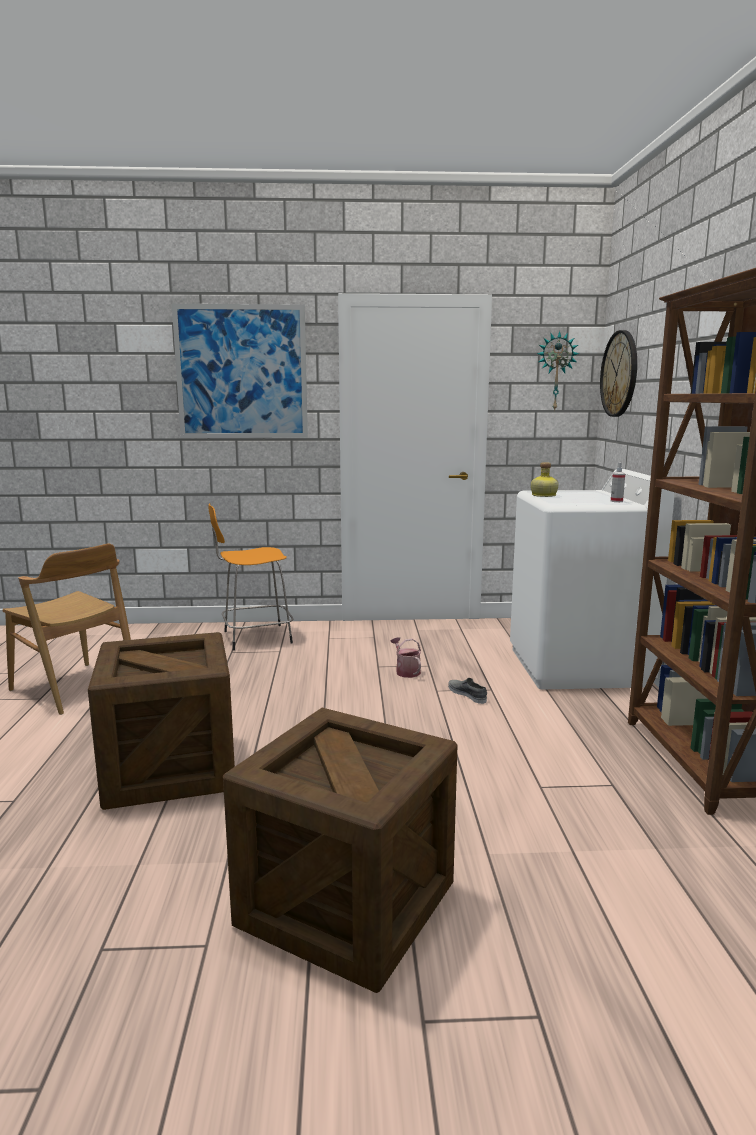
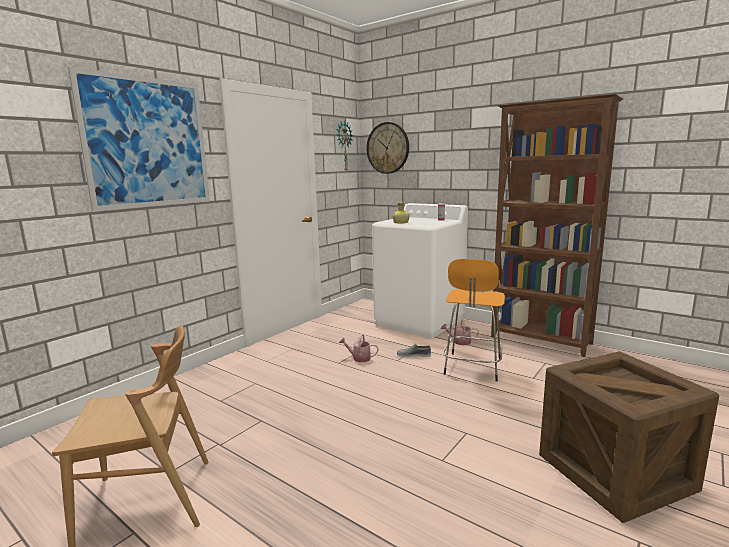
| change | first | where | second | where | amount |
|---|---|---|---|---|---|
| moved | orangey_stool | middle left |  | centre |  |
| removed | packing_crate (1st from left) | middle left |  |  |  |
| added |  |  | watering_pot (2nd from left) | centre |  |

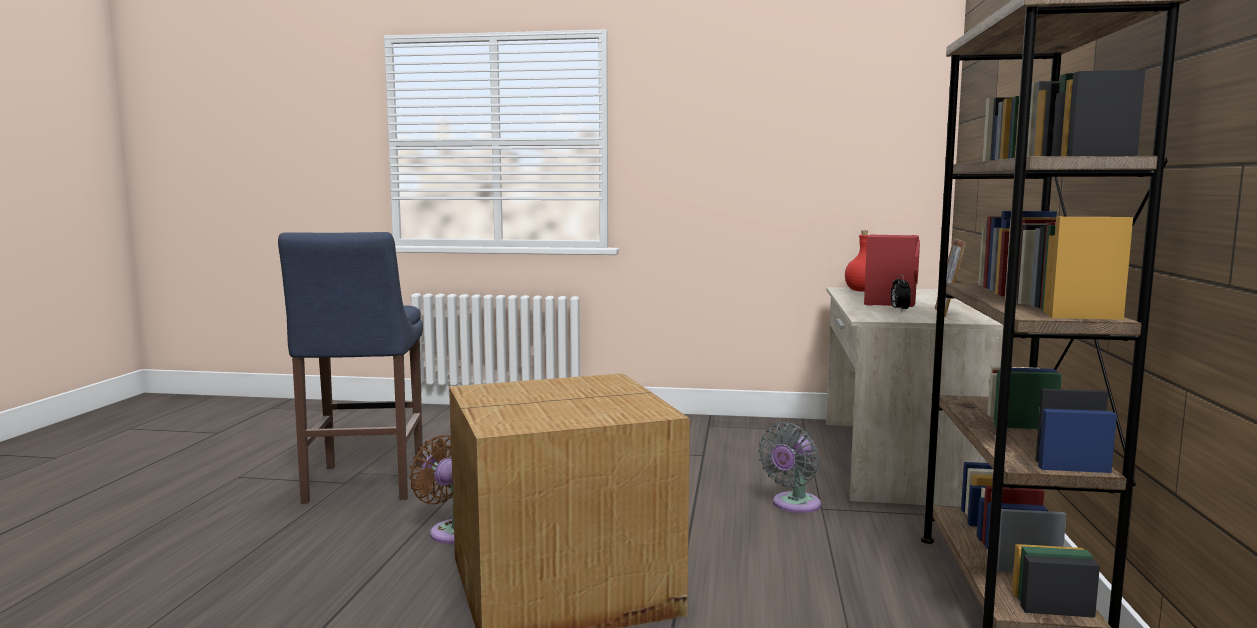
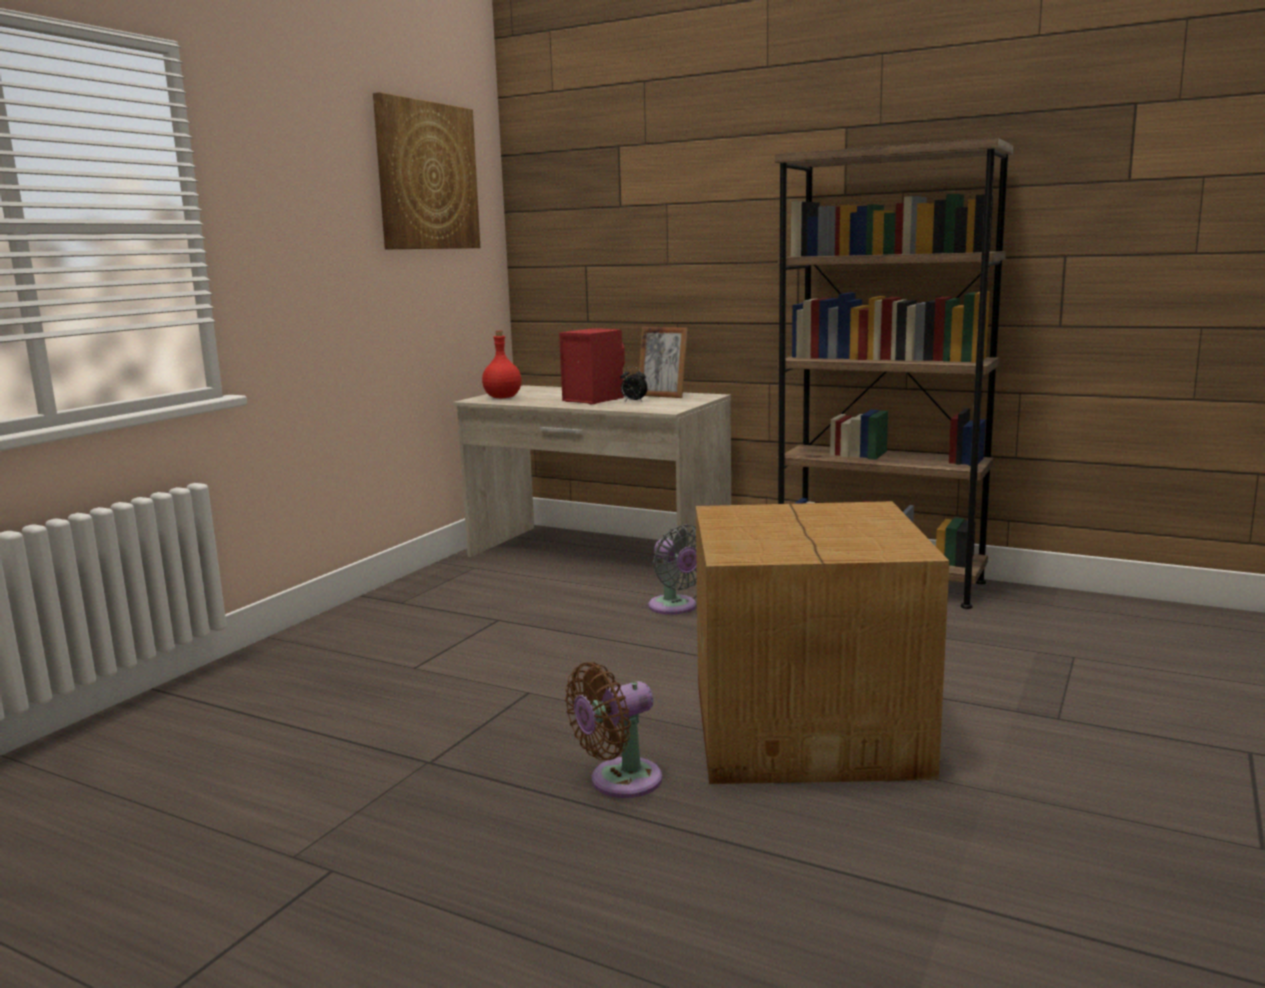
| change | first | where | second | where | amount |
|---|---|---|---|---|---|
| removed | bluish_stool | middle left |  |  |  |
| added |  |  | wall_art | top centre |  |

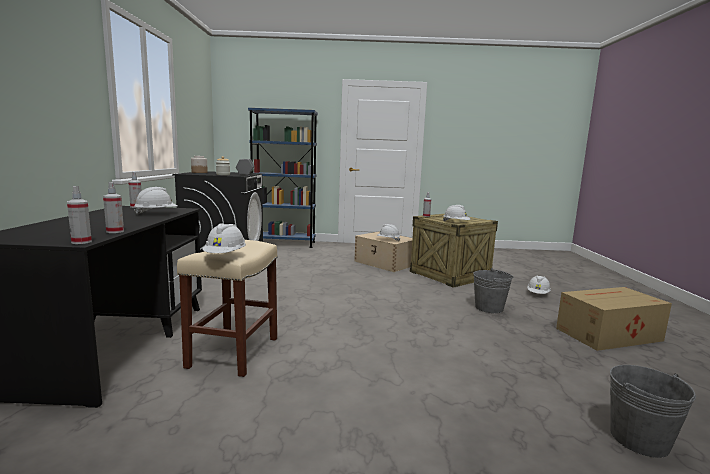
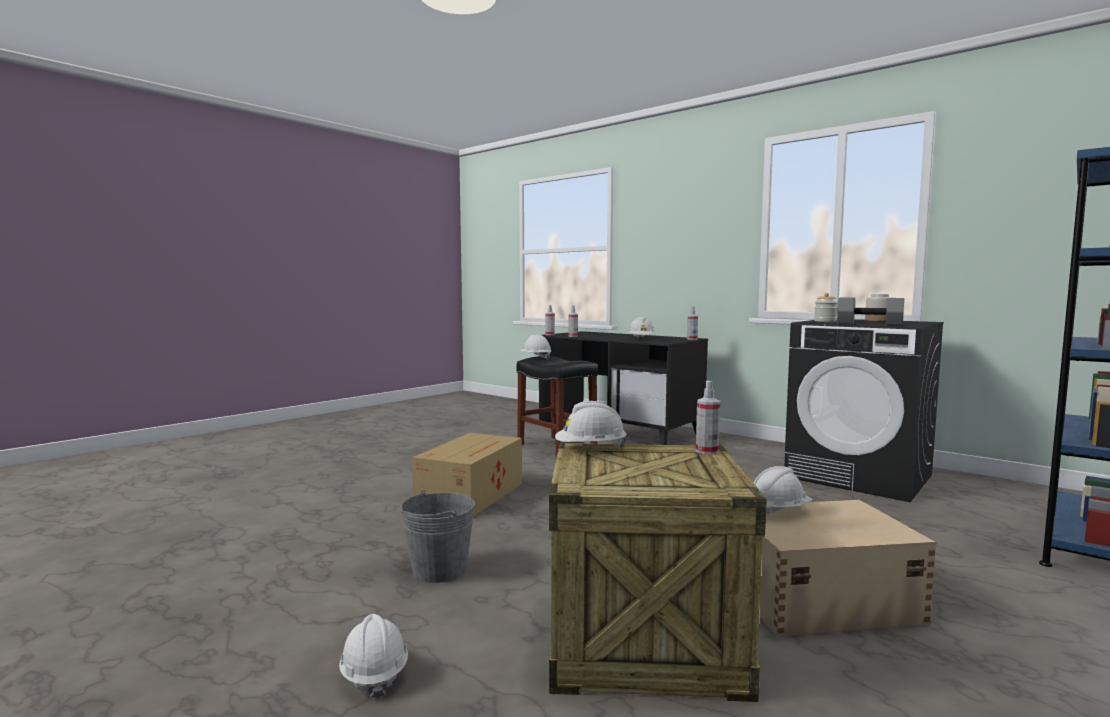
| change | first | where | second | where | amount |
|---|---|---|---|---|---|
| recoloured | sand-coloured_stool | middle left | black-coloured_stool | centre |  |
| moved | carton | bottom right |  | centre |  |
| removed | greyish_bucket (2nd from left) | bottom right |  |  |  |

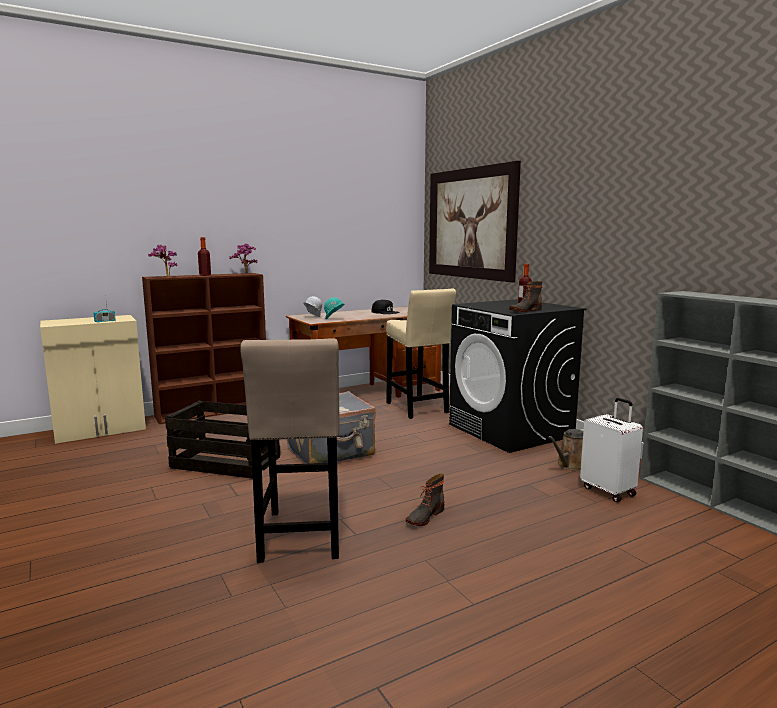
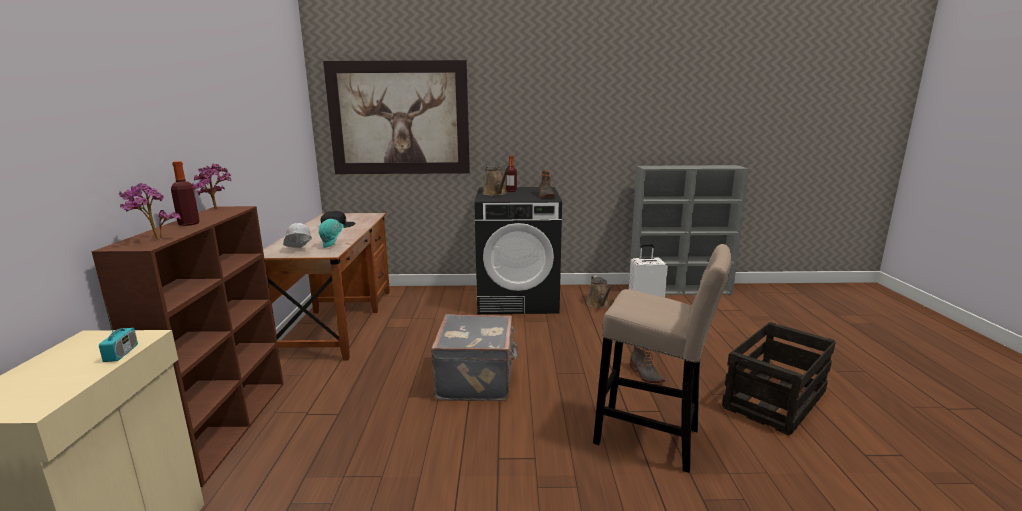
| change | first | where | second | where | amount |
|---|---|---|---|---|---|
| removed | sand-coloured_stool (2nd from left) | centre |  |  |  |
| moved | packing_crate | middle left |  | bottom right |  |
| added |  |  | brown-coloured_watering_pot (1st from left) | centre |  |

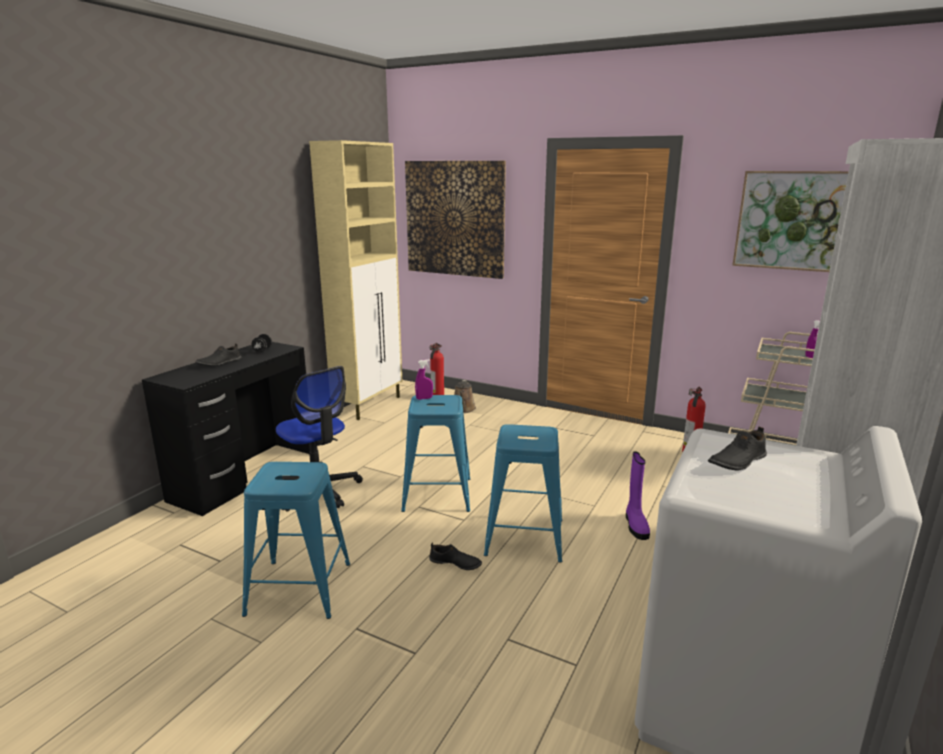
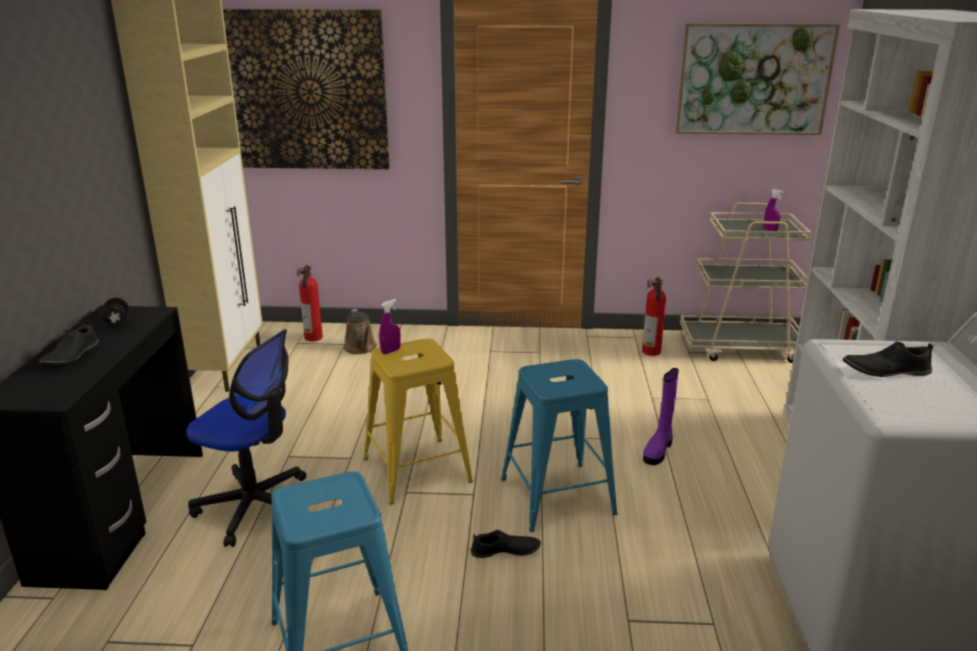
| change | first | where | second | where | amount |
|---|---|---|---|---|---|
| recoloured | bluish_stool (2nd from left) | centre | yellow_stool | centre |  |
| turned | black-coloured_shoe (3rd from left) | middle right |  | middle right | 60 degrees clockwise |
| turned | purplish_boot | middle right |  | middle right | 60 degrees clockwise |

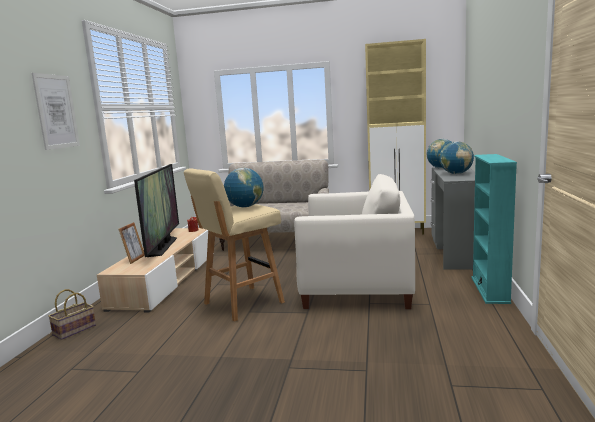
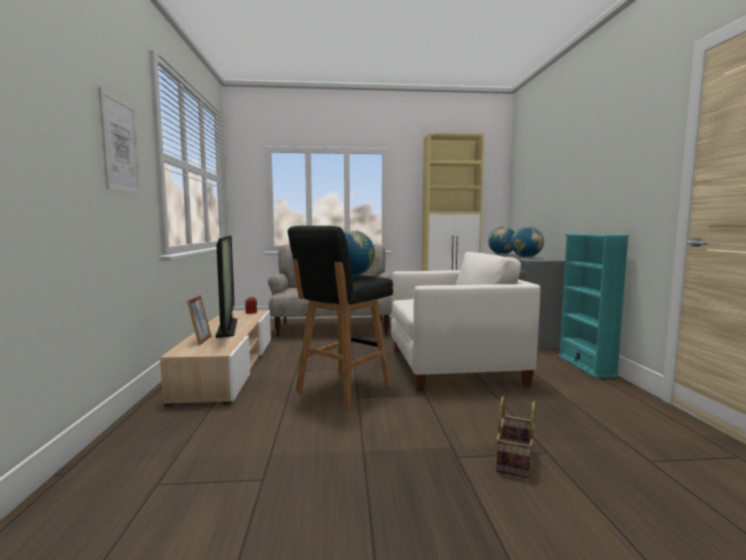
| change | first | where | second | where | amount |
|---|---|---|---|---|---|
| recoloured | sand-coloured_stool | centre | black-coloured_stool | centre |  |
| moved | household_basket | bottom left |  | bottom right |  |

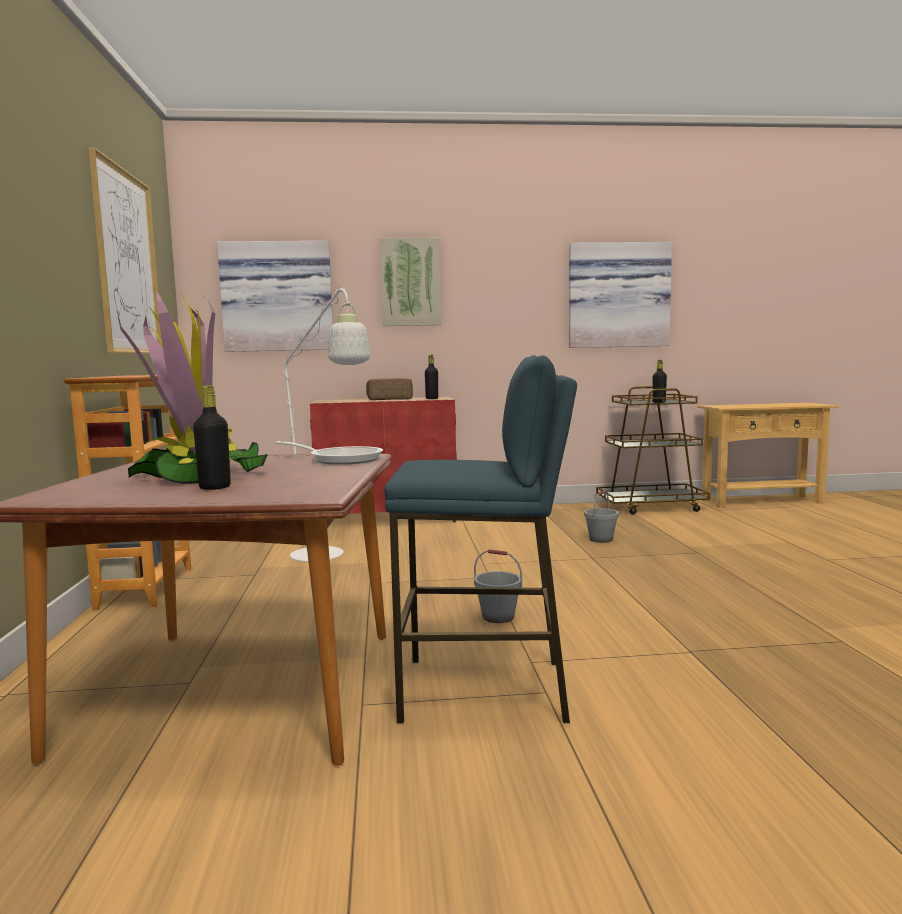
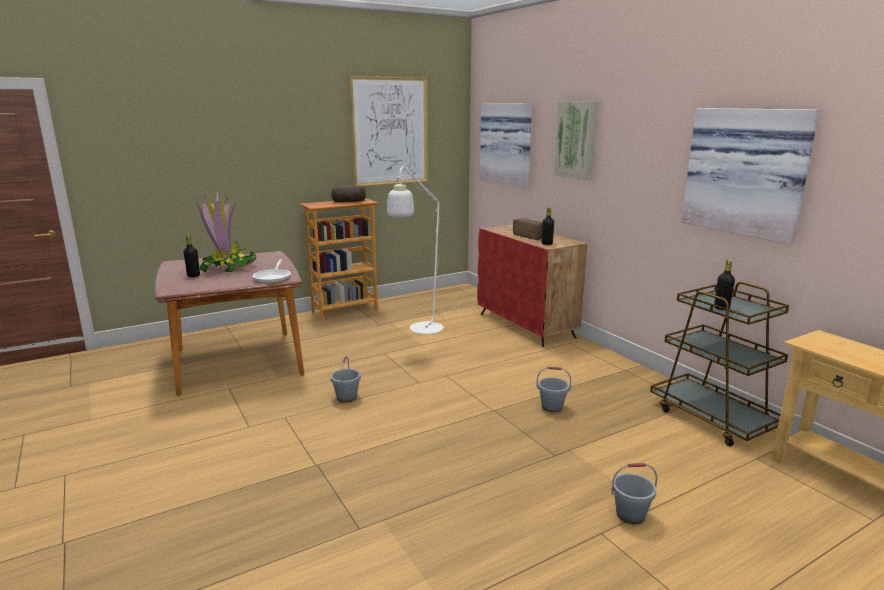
| change | first | where | second | where | amount |
|---|---|---|---|---|---|
| removed | bluish_stool | centre |  |  |  |
| added |  |  | bread (1st from left) | top centre |  |
| added |  |  | greyish_bucket (3rd from left) | bottom right |  |

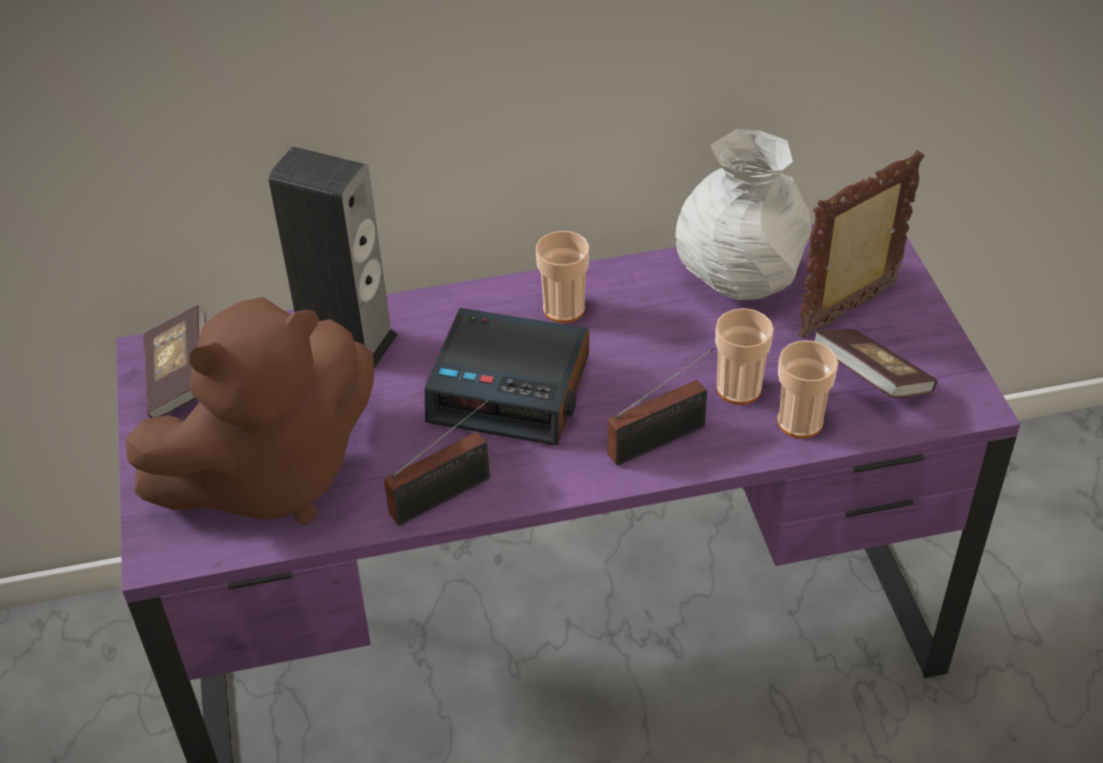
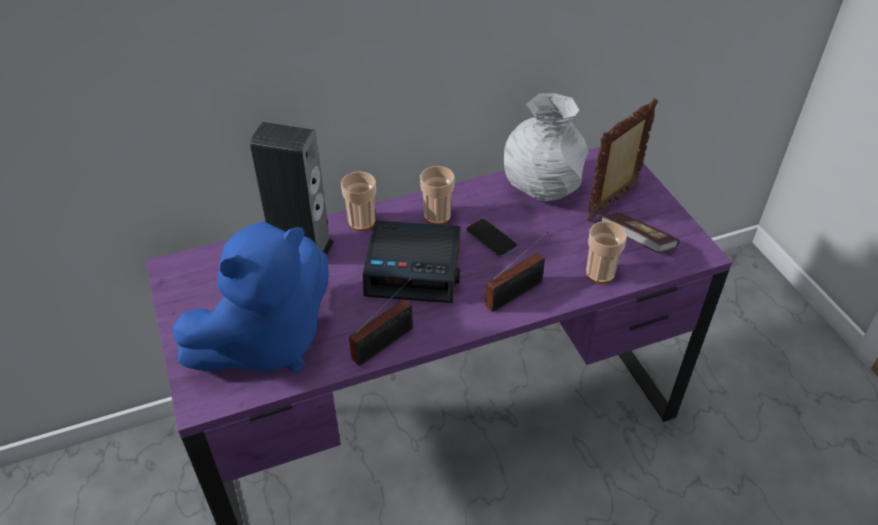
| change | first | where | second | where | amount |
|---|---|---|---|---|---|
| recoloured | brown-coloured_soft_toy | middle left | bluish_soft_toy | middle left |  |
| removed | book (1st from left) | middle left |  |  |  |
| moved | small_cup (2nd from left in the first image) | middle right | small_cup (1st from left) | centre |  |
| added |  |  | telephone | centre |  |

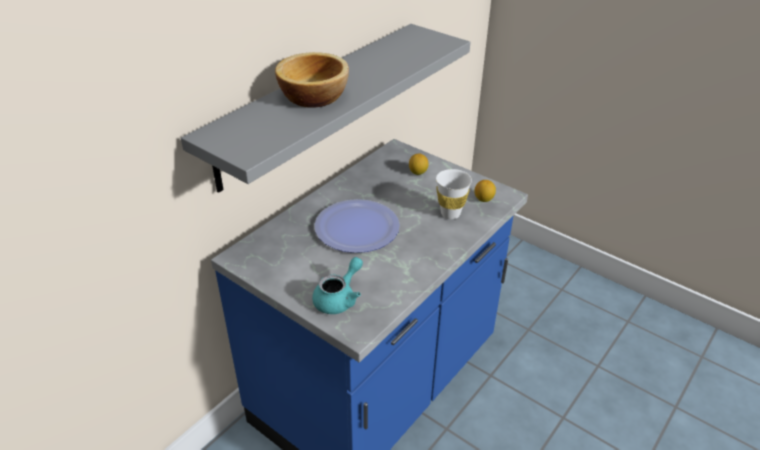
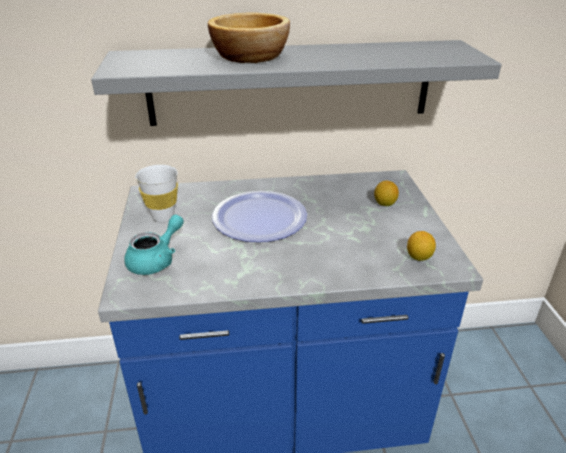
| change | first | where | second | where | amount |
|---|---|---|---|---|---|
| moved | white-coloured_small_cup | centre |  | middle left |  |
| turned | turquoise_pot_for_tea | centre |  | middle left | 45 degrees counterclockwise |

